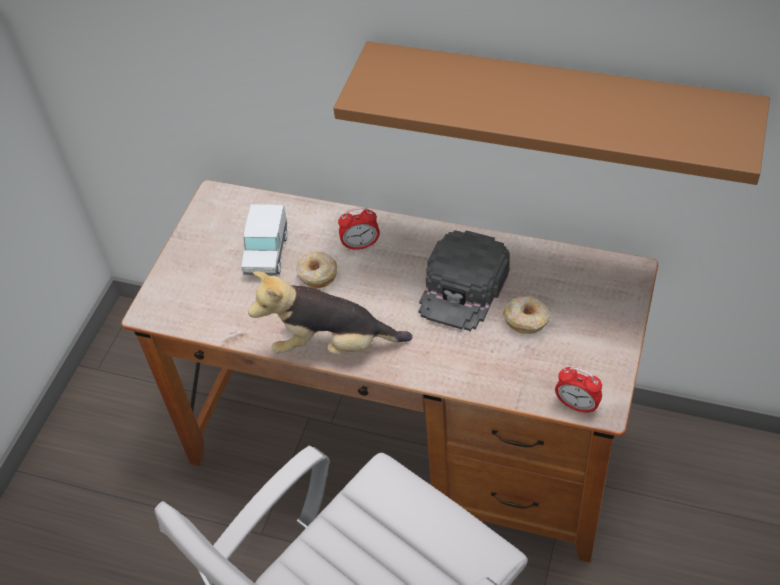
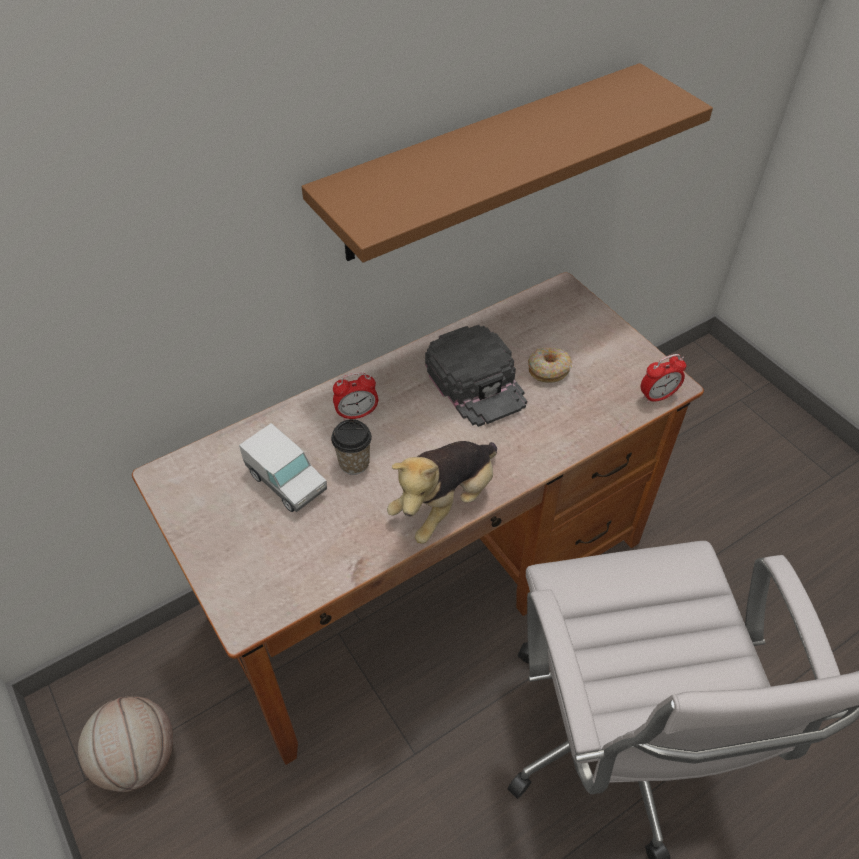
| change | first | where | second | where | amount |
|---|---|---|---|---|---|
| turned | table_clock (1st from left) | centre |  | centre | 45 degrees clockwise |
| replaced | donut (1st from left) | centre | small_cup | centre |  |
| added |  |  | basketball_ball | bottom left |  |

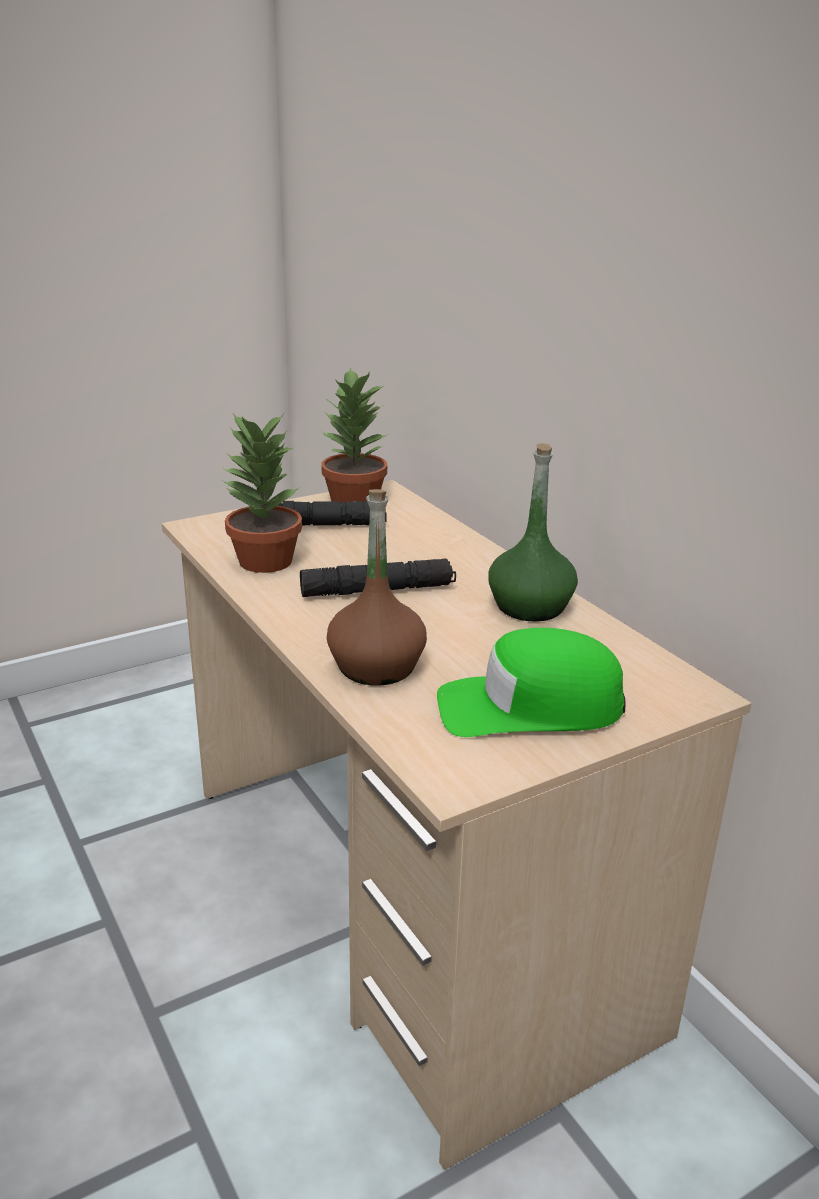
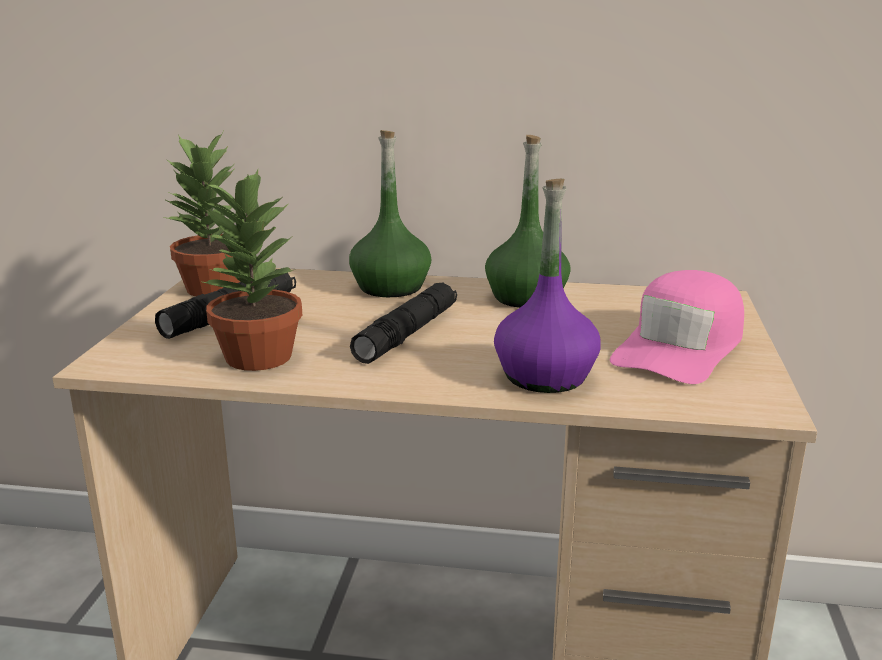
| change | first | where | second | where | amount |
|---|---|---|---|---|---|
| recoloured | brown-coloured_drink_bottle | centre | purplish_drink_bottle | centre |  |
| recoloured | green_peaked_cap | centre | pink-coloured_peaked_cap | middle right |  |
| added |  |  | green_drink_bottle (1st from left) | top centre |  |

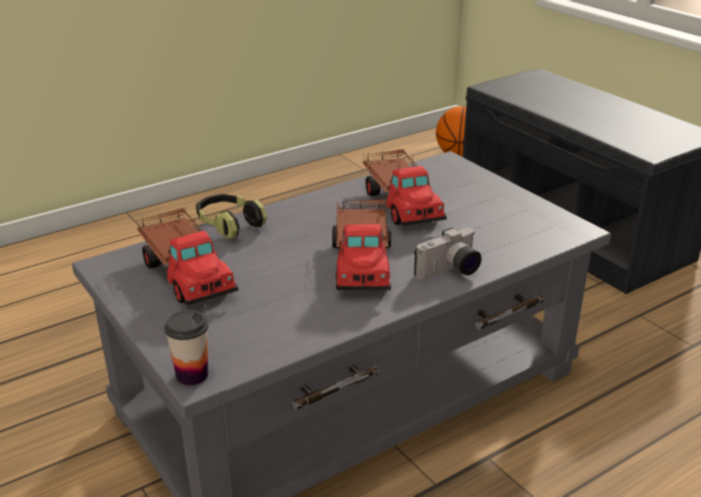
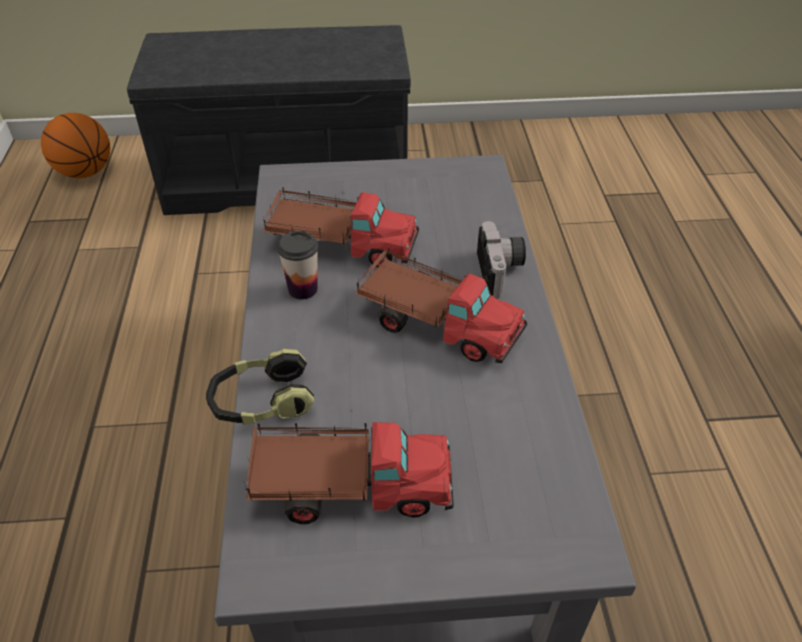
| change | first | where | second | where | amount |
|---|---|---|---|---|---|
| moved | small_cup | bottom left |  | centre |  |

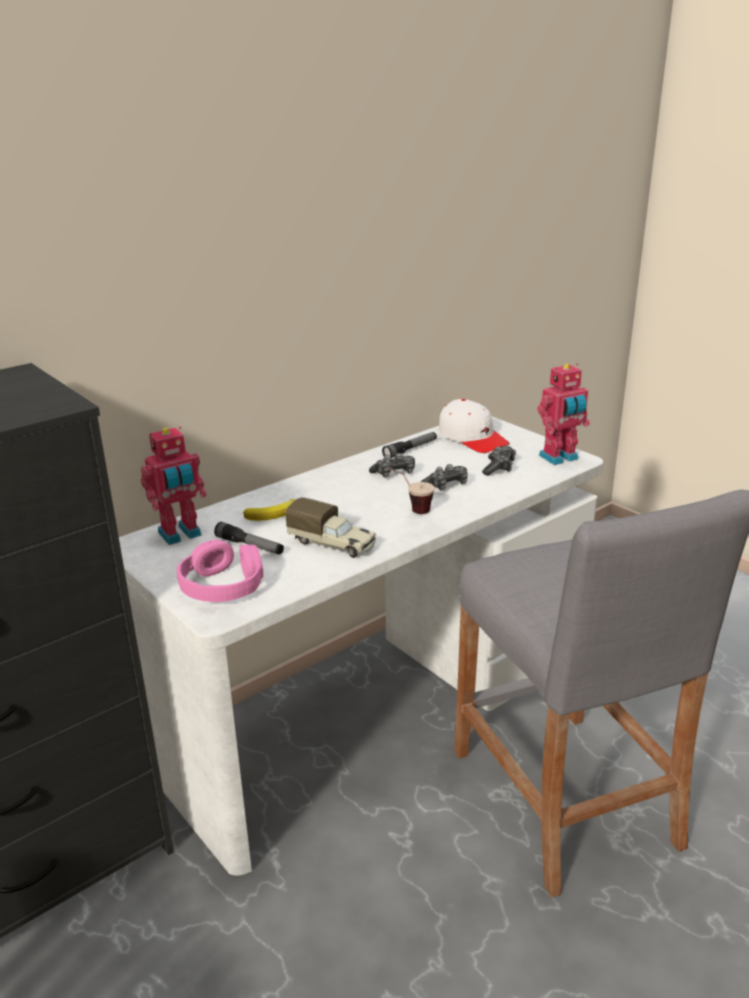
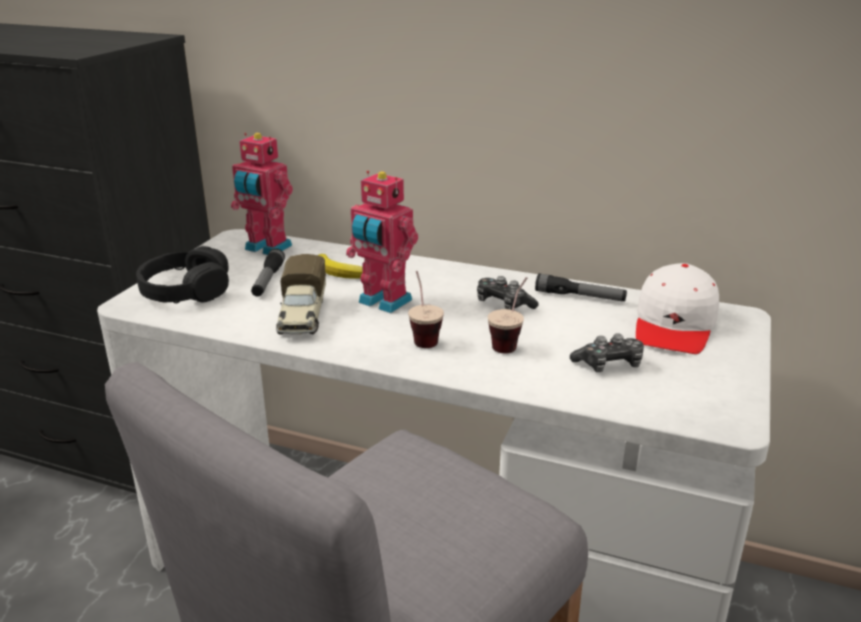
| change | first | where | second | where | amount |
|---|---|---|---|---|---|
| moved | robot_figure (2nd from left) | middle right |  | centre |  |
| replaced | joypad (2nd from left) | centre | small_cup (2nd from left) | centre |  |
| recoloured | pink-coloured_headset | middle left | black-coloured_headset | middle left |  |

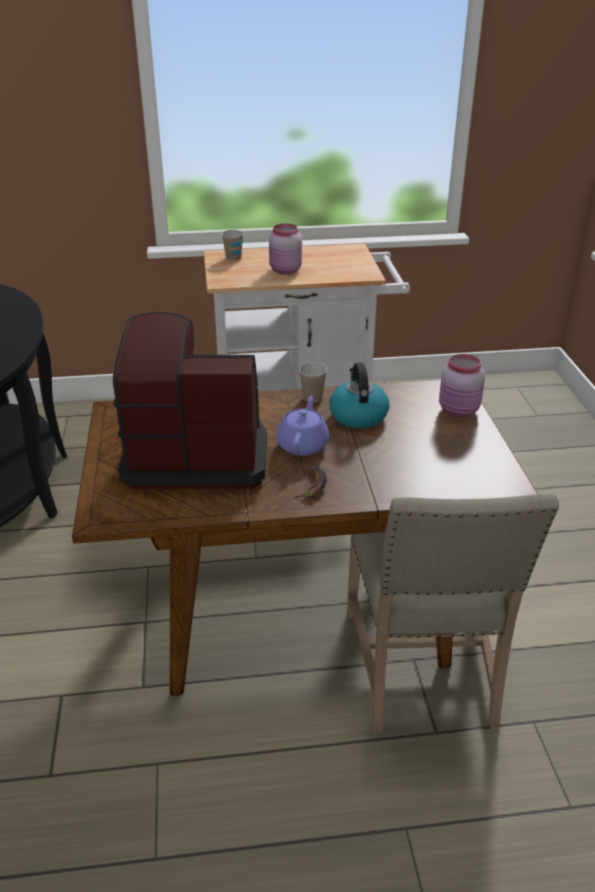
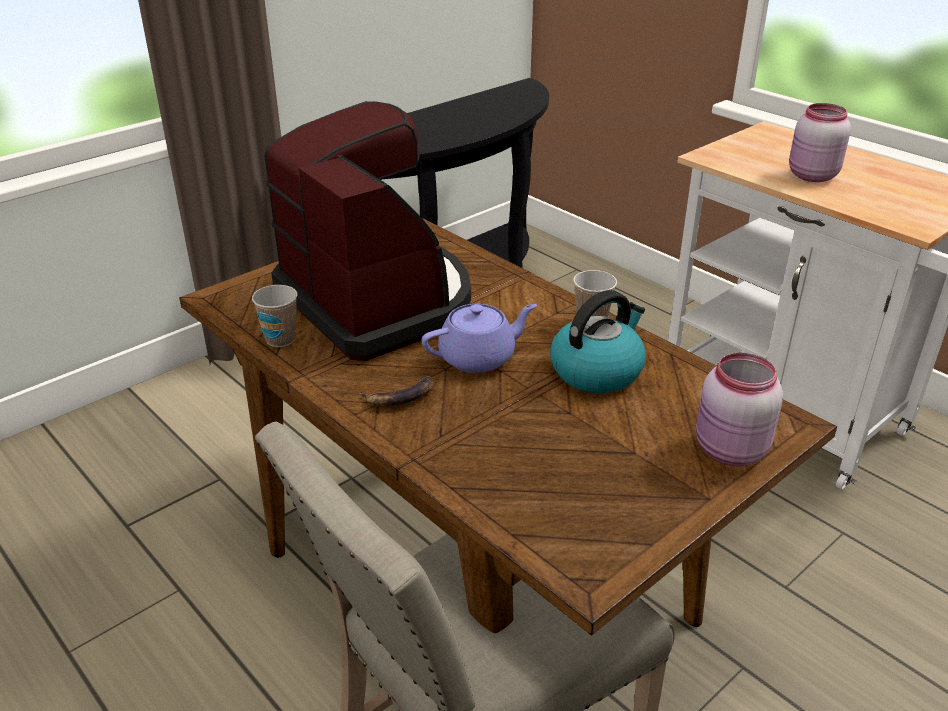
| change | first | where | second | where | amount |
|---|---|---|---|---|---|
| moved | small_cup (1st from left) | top centre |  | middle left |  |

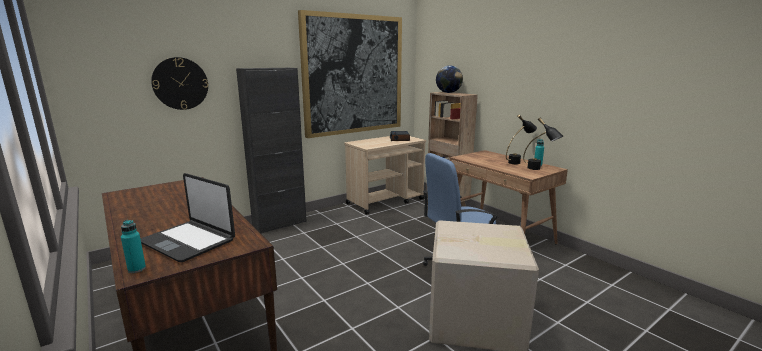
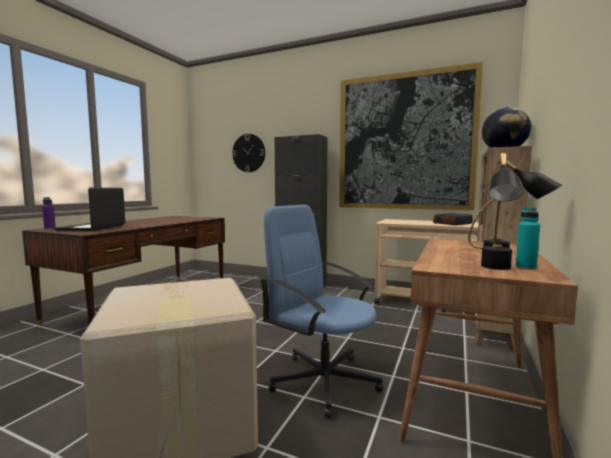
| change | first | where | second | where | amount |
|---|---|---|---|---|---|
| recoloured | turquoise_drink_bottle (1st from left) | bottom left | purplish_drink_bottle | middle left |  |

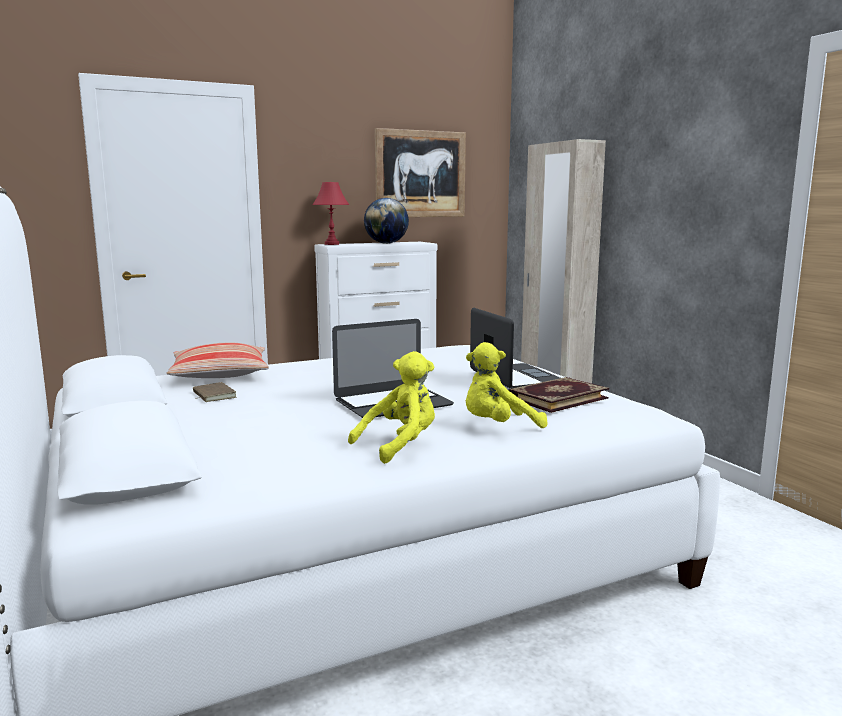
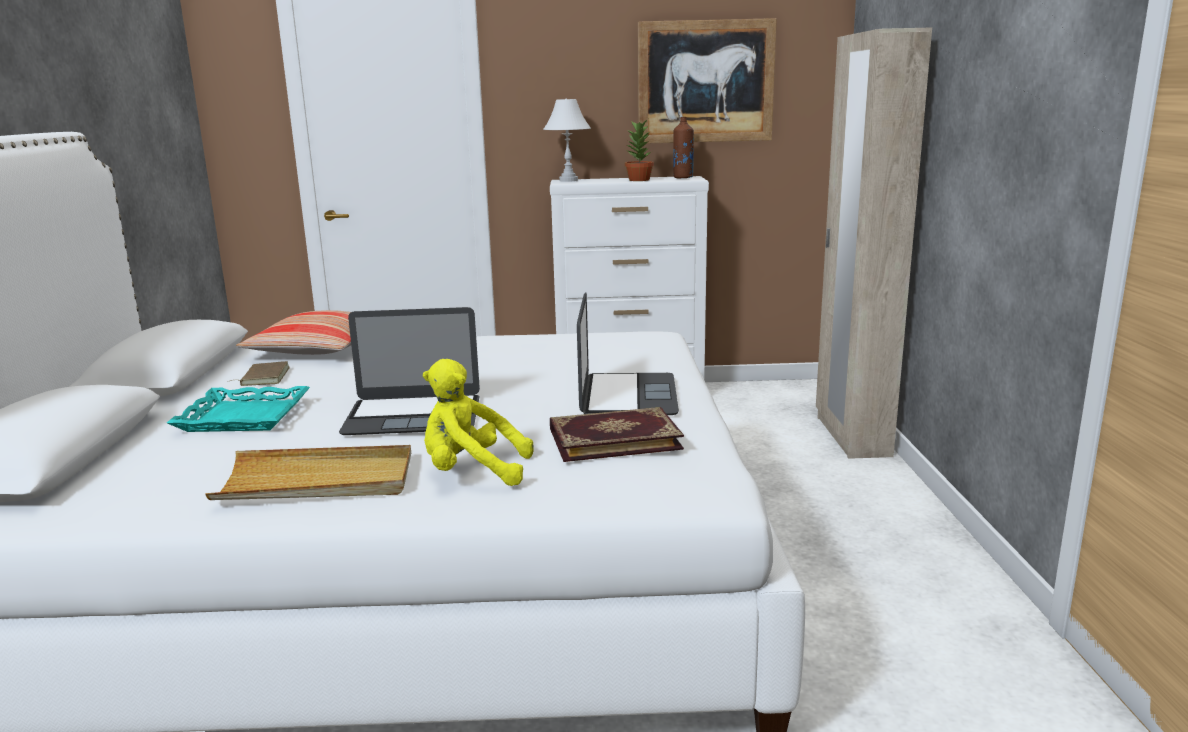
| change | first | where | second | where | amount |
|---|---|---|---|---|---|
| recoloured | reddish_lamp_for_a_table | top centre | white-coloured_lamp_for_a_table | top centre |  |
| replaced | desk_globe | top centre | potted_plant | top centre |  |
| replaced | yellow_soft_toy (1st from left) | centre | sand-coloured_serving_tray | middle left |  |
| added |  |  | brown-coloured_drink_bottle | top centre |  |
| added |  |  | turquoise_serving_tray | middle left |  |

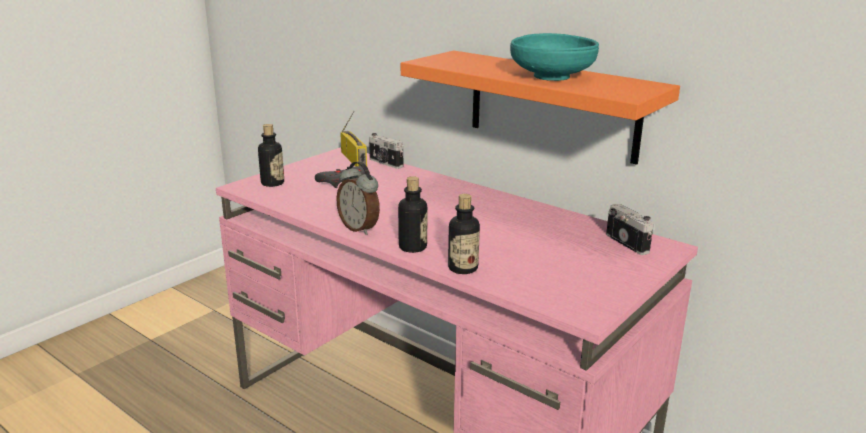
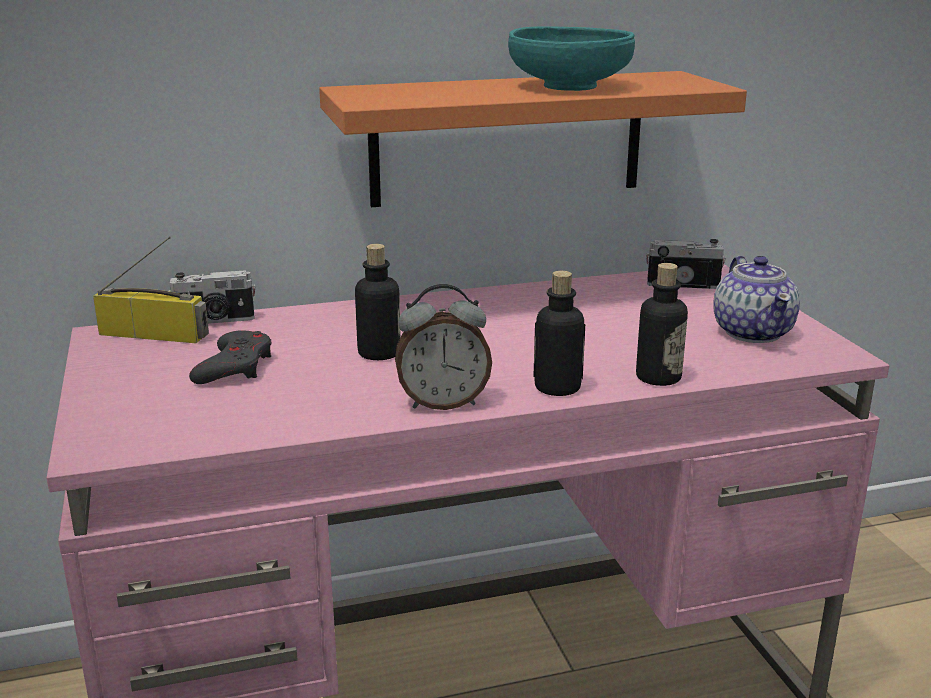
| change | first | where | second | where | amount |
|---|---|---|---|---|---|
| moved | drink_bottle (1st from left) | middle left |  | centre |  |
| added |  |  | pot_for_tea | middle right |  |

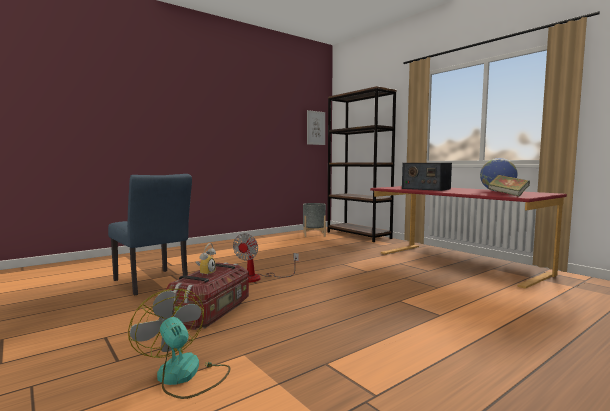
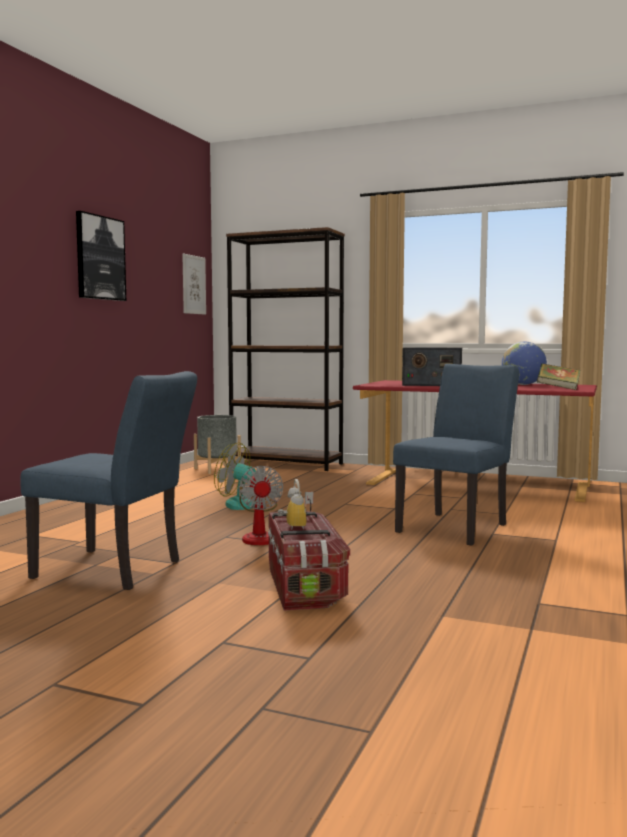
| change | first | where | second | where | amount |
|---|---|---|---|---|---|
| moved | fan (1st from left) | bottom left |  | centre |  |
| added |  |  | wall_art (1st from left) | top left |  |
| added |  |  | bluish_upright_chair (2nd from left) | middle right |  |

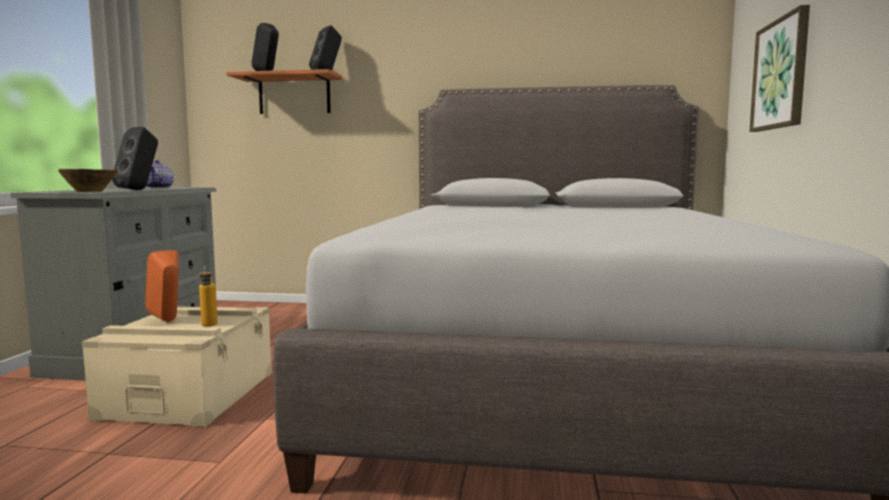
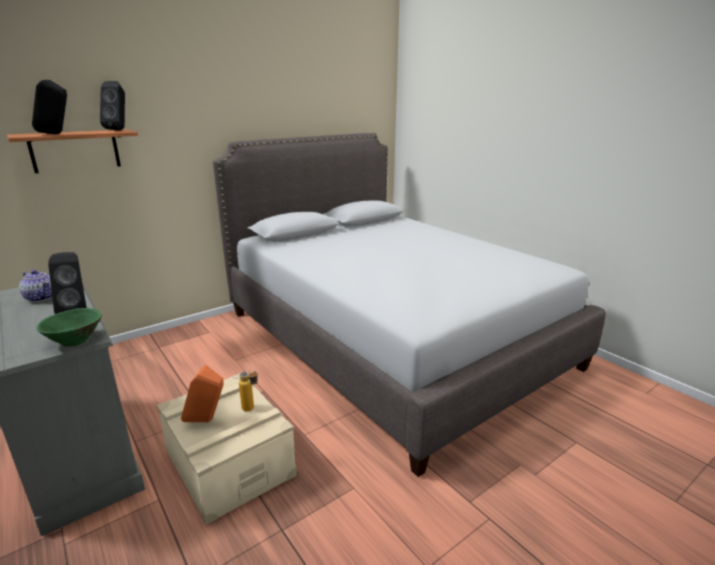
| change | first | where | second | where | amount |
|---|---|---|---|---|---|
| removed | wall_art | top right |  |  |  |
| recoloured | brown-coloured_bowl | middle left | green_bowl | middle left |  |

